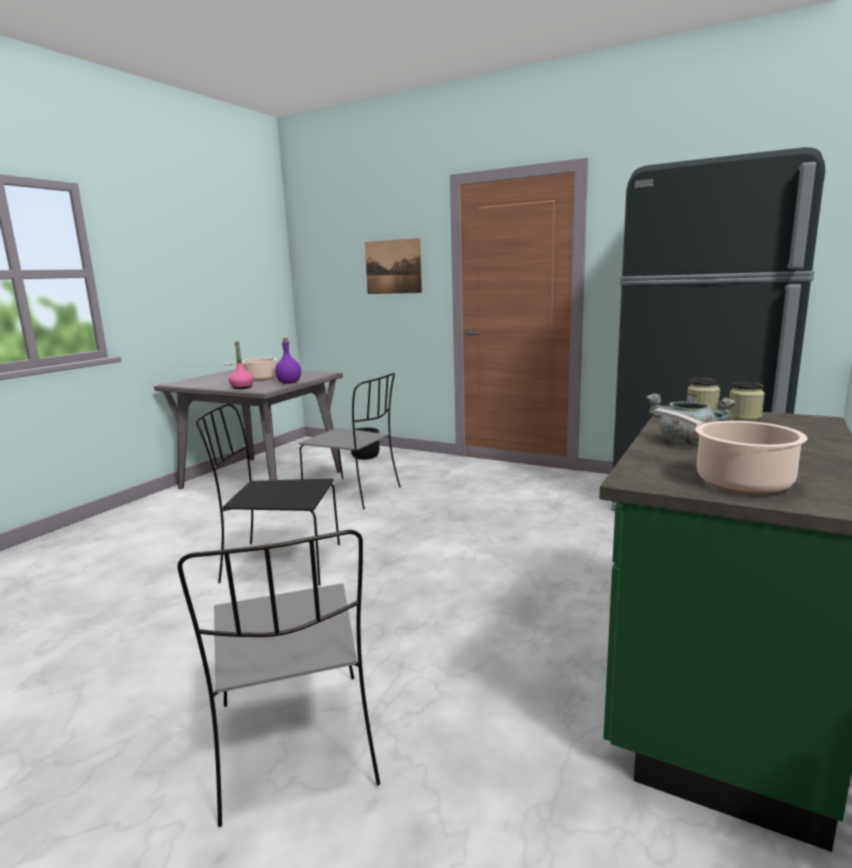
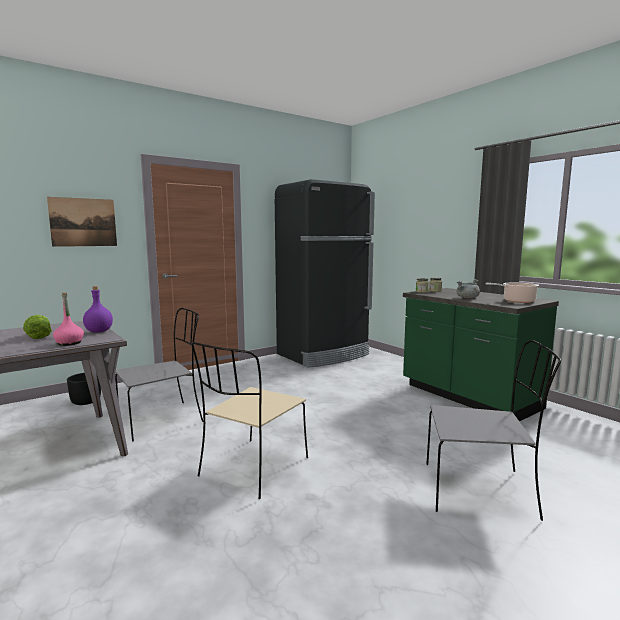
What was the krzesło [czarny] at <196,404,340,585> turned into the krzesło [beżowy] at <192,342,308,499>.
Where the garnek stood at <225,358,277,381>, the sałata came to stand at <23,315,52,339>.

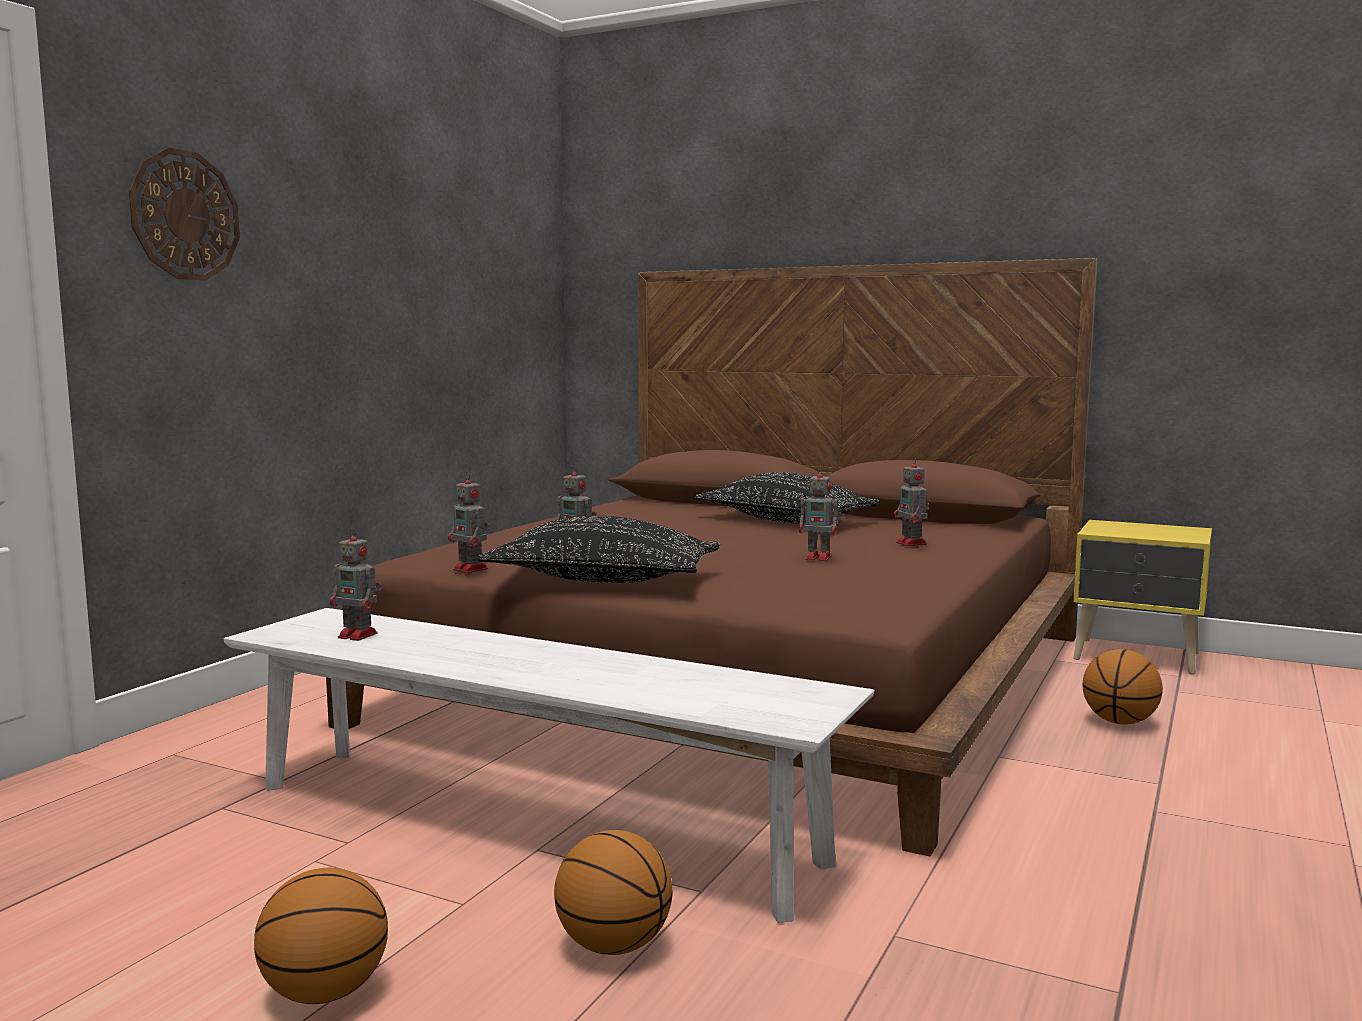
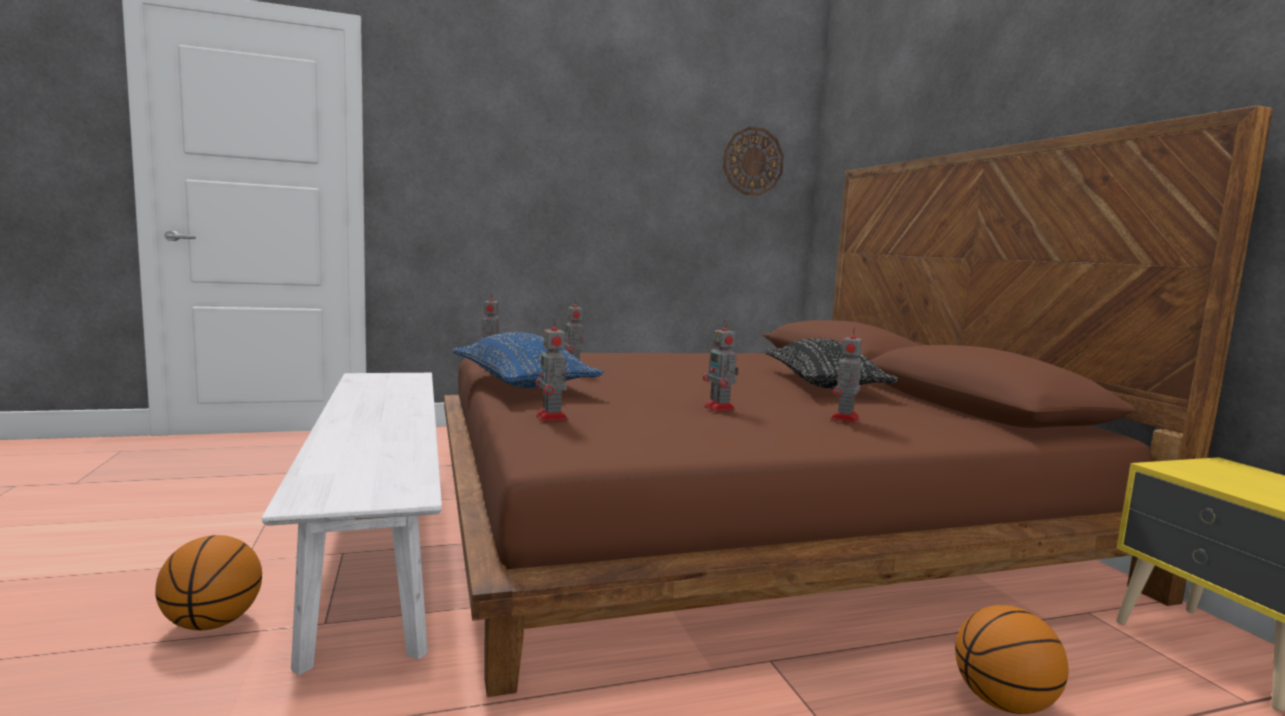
The zegar ścienny ended up elsewhere, having gone from <129,148,240,280> to <723,127,784,196>.
The second view lost the piłka do koszykówki at <254,868,388,1004>.
The robot zabawkowy ended up elsewhere, having gone from <330,527,381,641> to <536,318,568,421>.
What was the poduszka [czarny] at <477,516,720,583> turned into the poduszka [niebieski] at <452,332,603,388>.

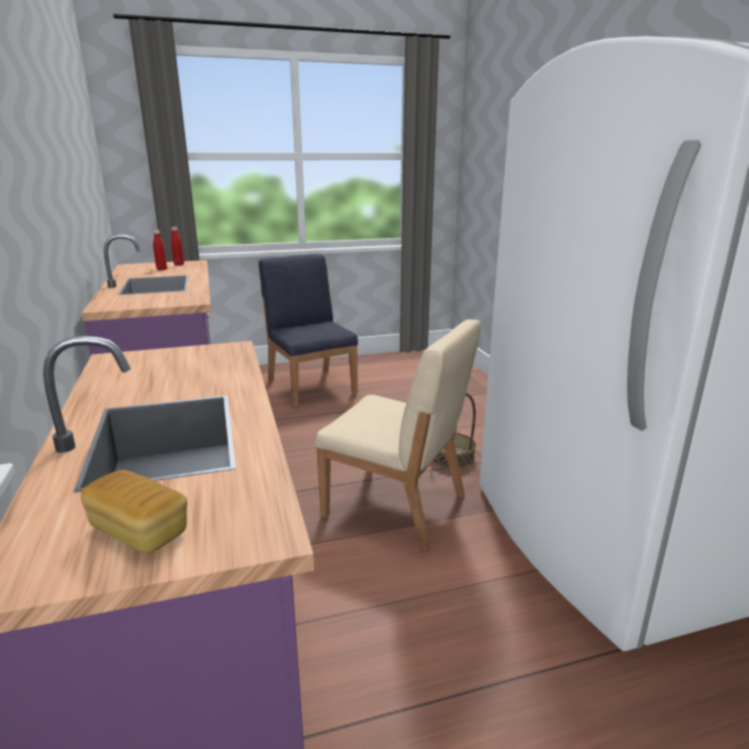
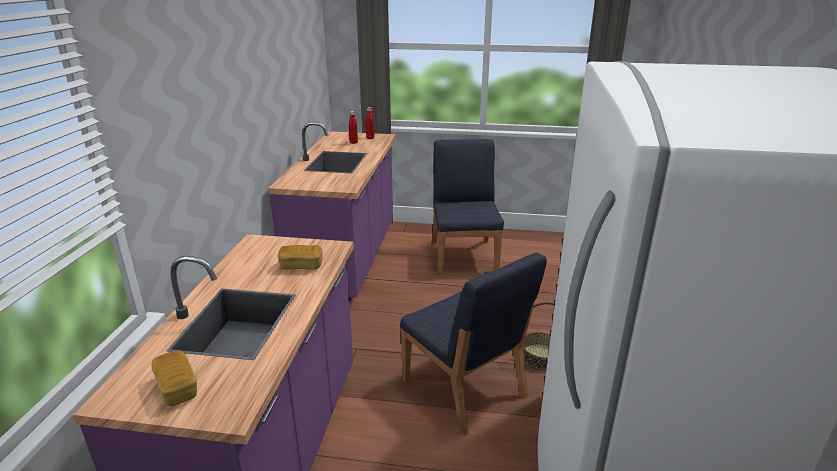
What was the krzesło [beżowy] at <315,319,481,552> turned into the krzesło [niebieski] at <400,253,547,436>.
The second view gained the chleb at <278,245,322,269>.

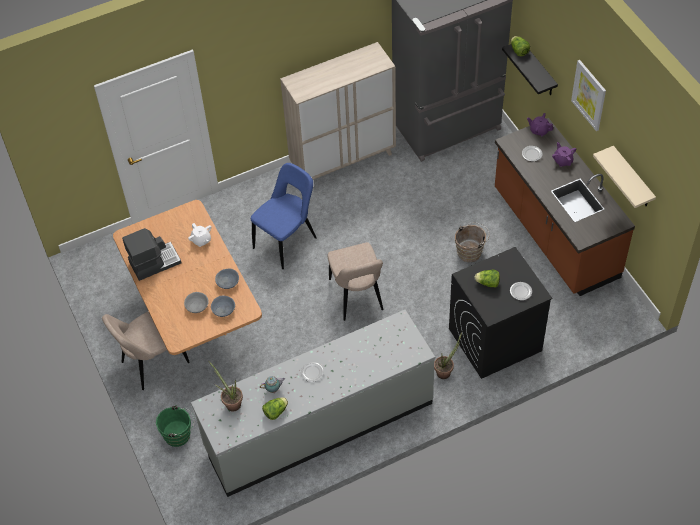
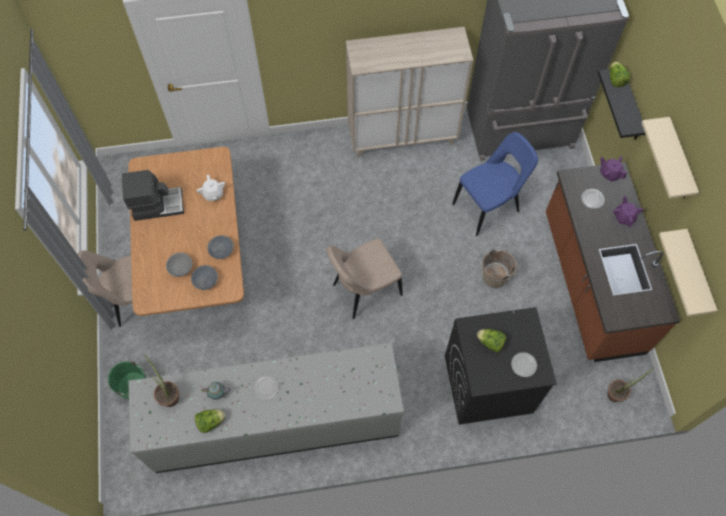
The krzesło [niebieski] ended up elsewhere, having gone from <251,163,317,269> to <452,132,538,236>.
The krzesło [beżowy] at <328,242,384,321> ended up facing another way, 60 degrees clockwise from before.
The roślina doniczkowa ended up elsewhere, having gone from <434,332,462,379> to <607,367,654,402>.
Where the obraz hung at <571,60,606,131>, the półka [beżowy] came to hang at <642,117,699,198>.

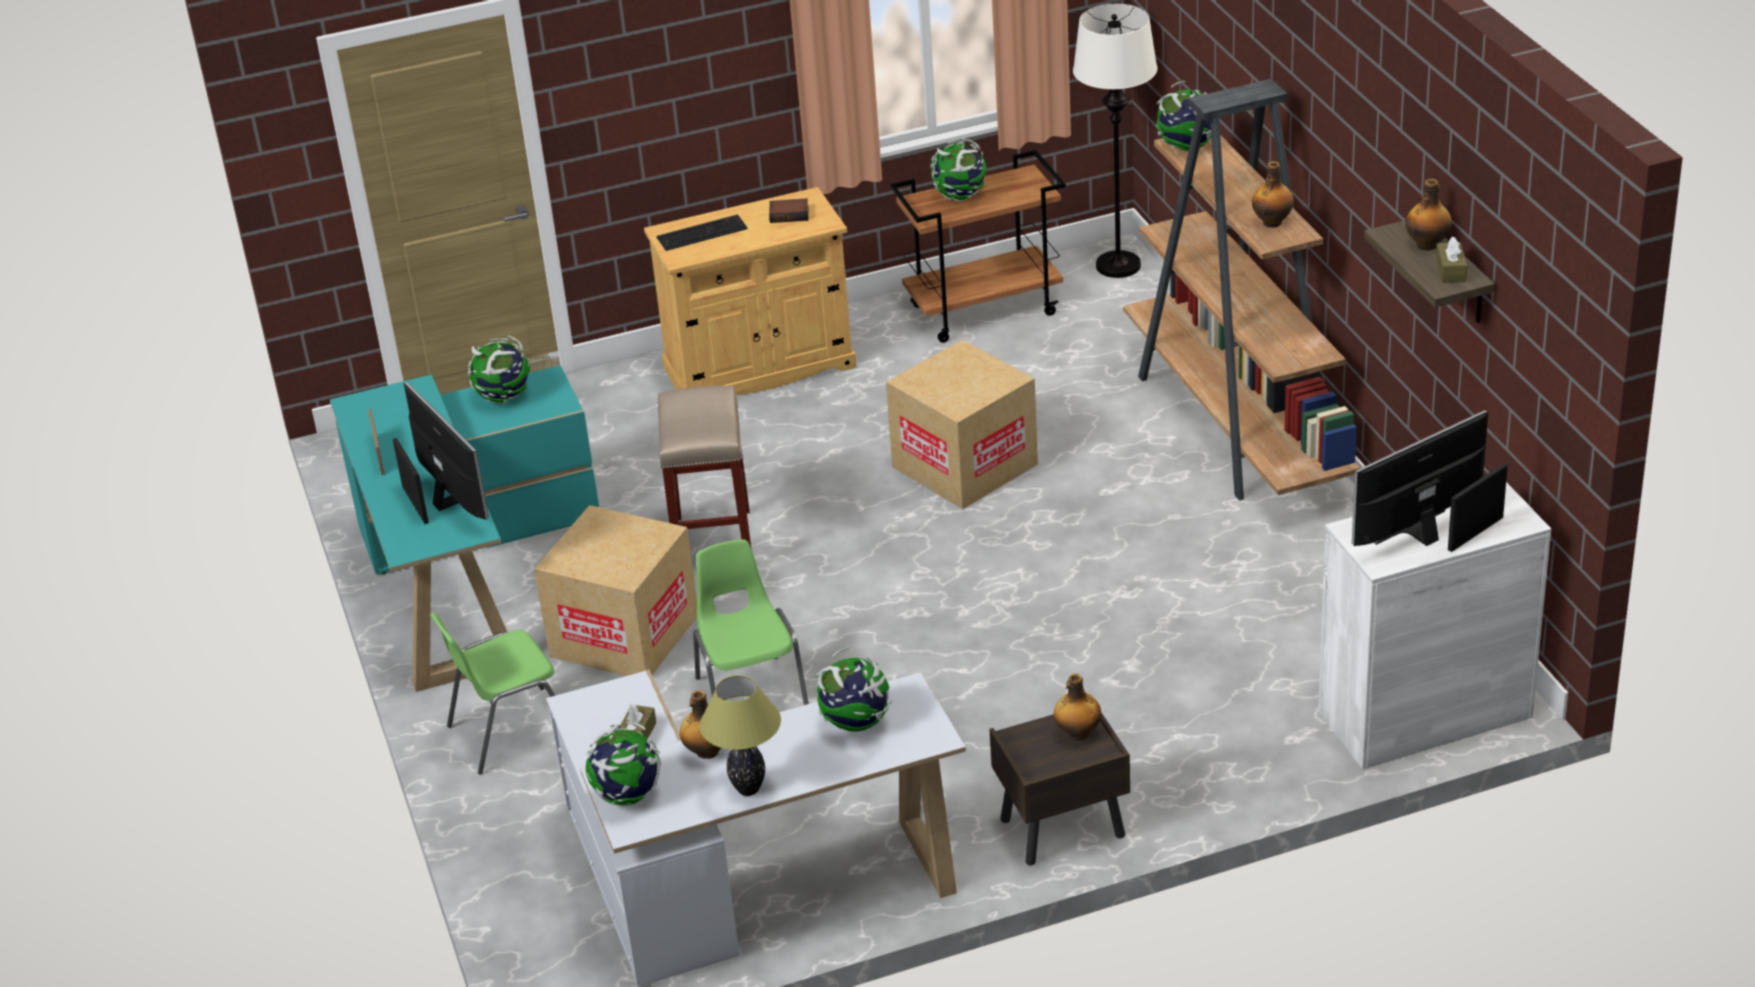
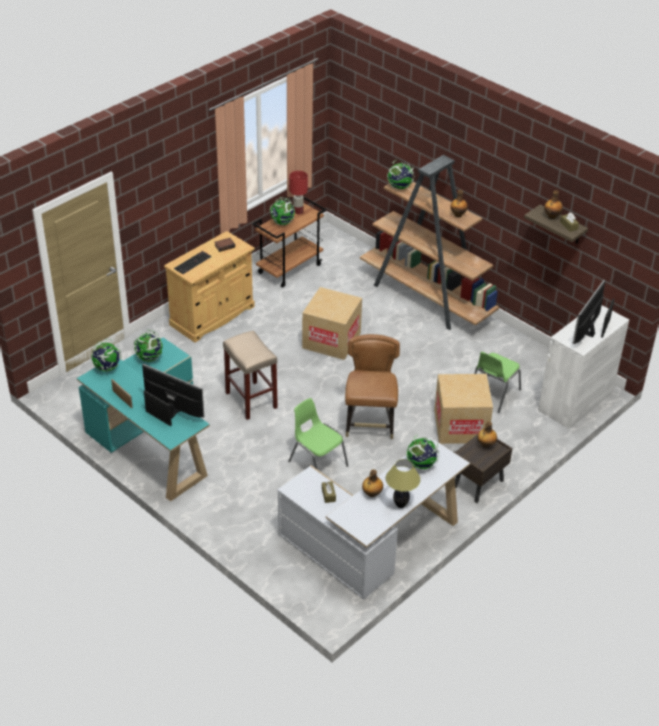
The krzesło [zielony] ended up elsewhere, having gone from <430,612,555,775> to <474,352,521,413>.
The karton ended up elsewhere, having gone from <534,505,697,676> to <434,374,493,444>.
The globus ended up elsewhere, having gone from <586,722,661,806> to <91,339,121,372>.
The second view lost the lampa stojąca [biały] at <1073,4,1158,278>.
The second view gained the lampa stołowa [czerwony] at <289,171,308,214>.
The second view gained the krzesło [brązowy] at <345,334,400,439>.

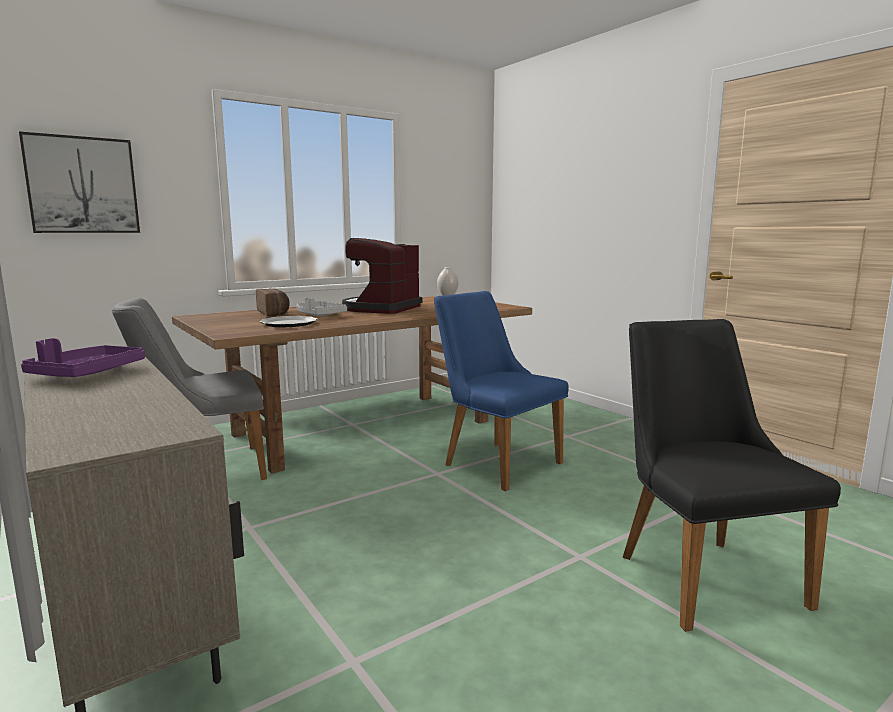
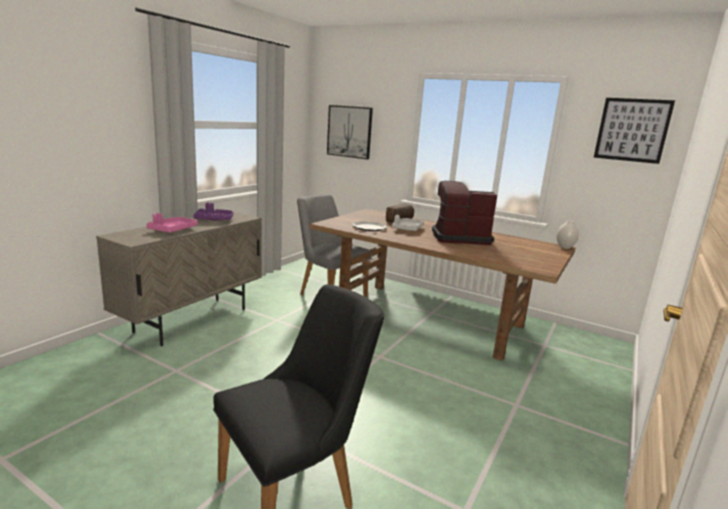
The second view lost the krzesło [niebieski] at <434,291,569,491>.
The second view gained the taca [różowy] at <146,213,198,233>.
The second view gained the obraz at <594,98,675,164>.

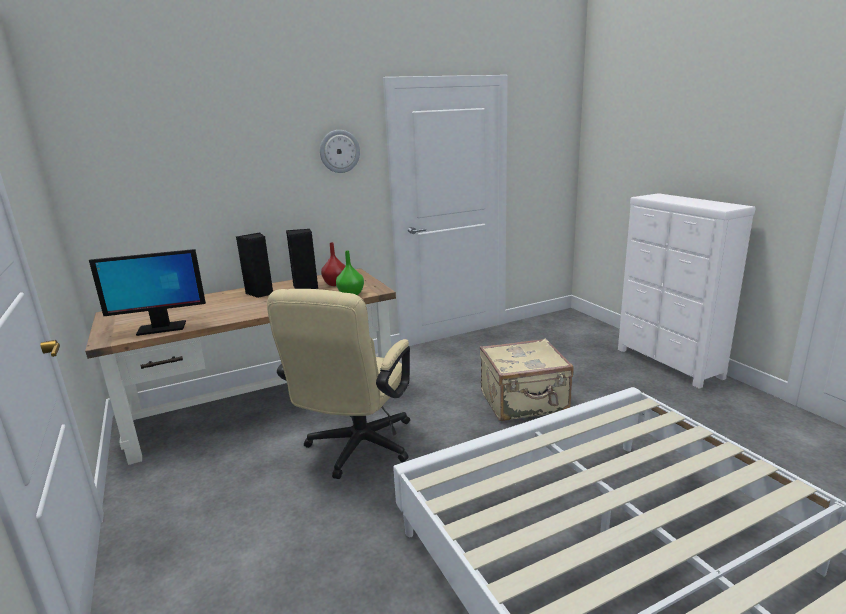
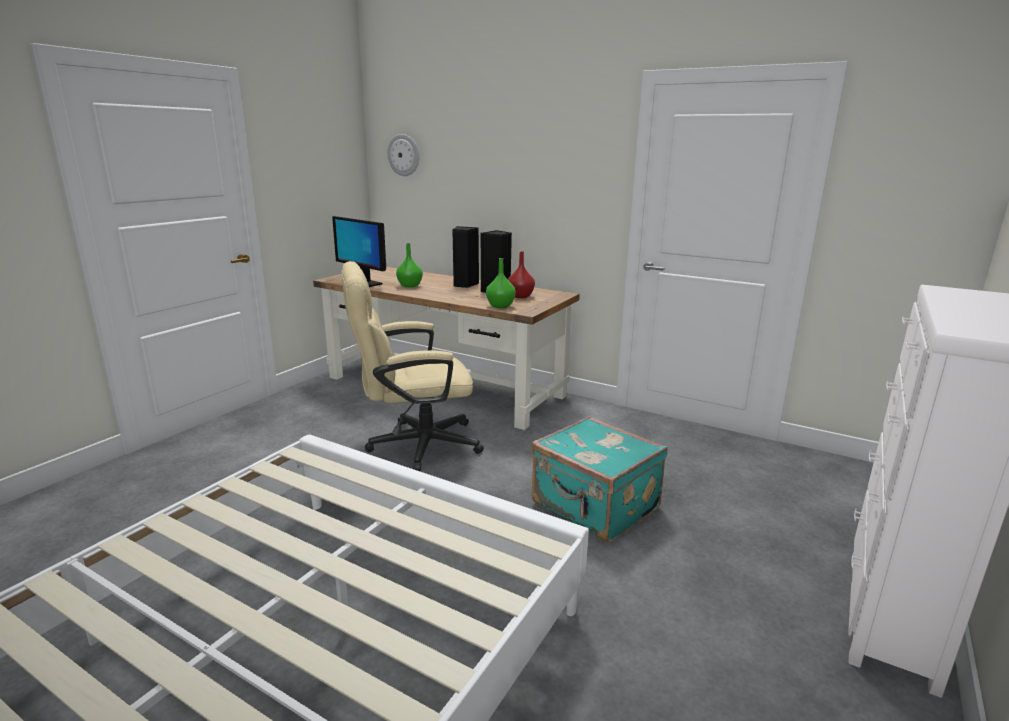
The zegar ścienny ended up elsewhere, having gone from <320,130,360,173> to <388,134,419,176>.
What was the walizka [beżowy] at <480,338,574,421> turned into the walizka [turkusowy] at <531,416,667,543>.
The second view gained the wazon [zielony] at <396,243,423,288>.

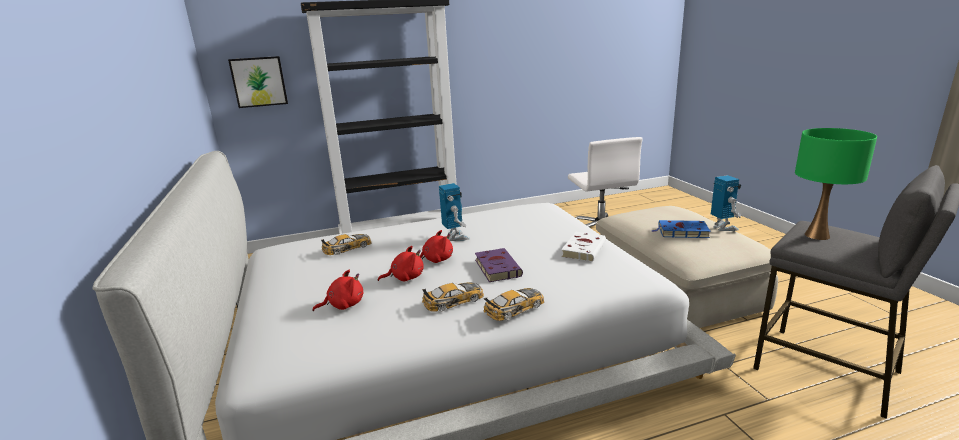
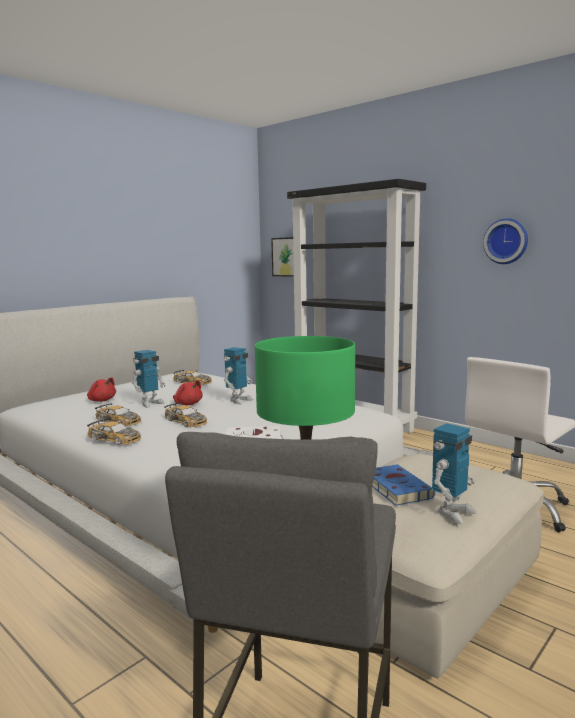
Where the pluszak [czerwony] stood at <378,246,424,282>, the robot zabawkowy came to stand at <132,350,166,408>.
Where the książka [fioletowy] stood at <475,248,523,282>, the samochodzik came to stand at <164,403,207,427>.
The second view gained the zegar ścienny at <483,218,528,264>.

